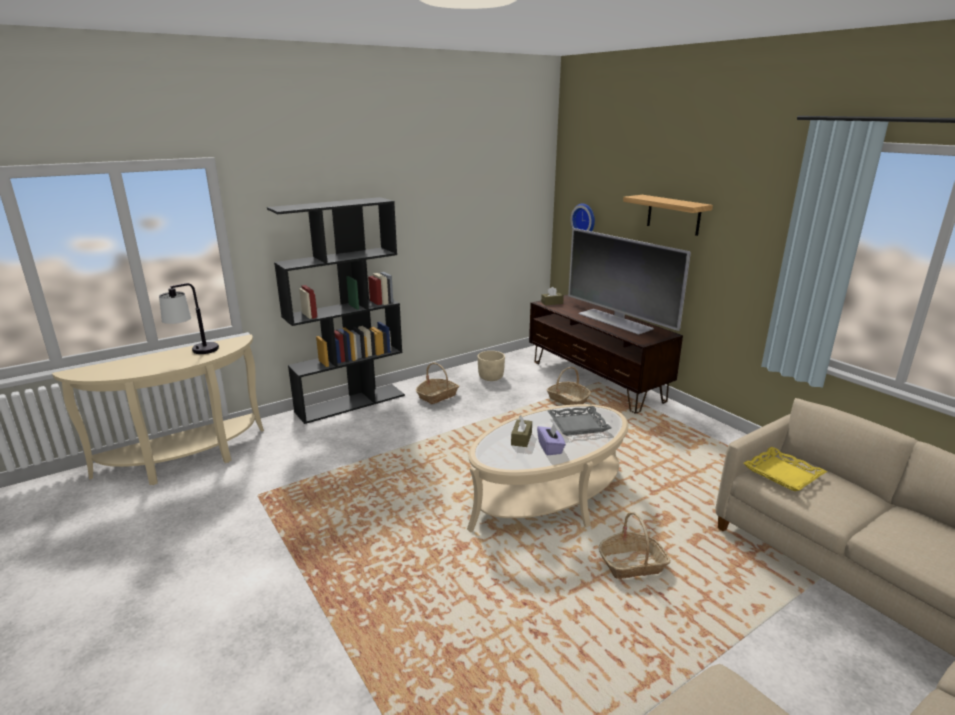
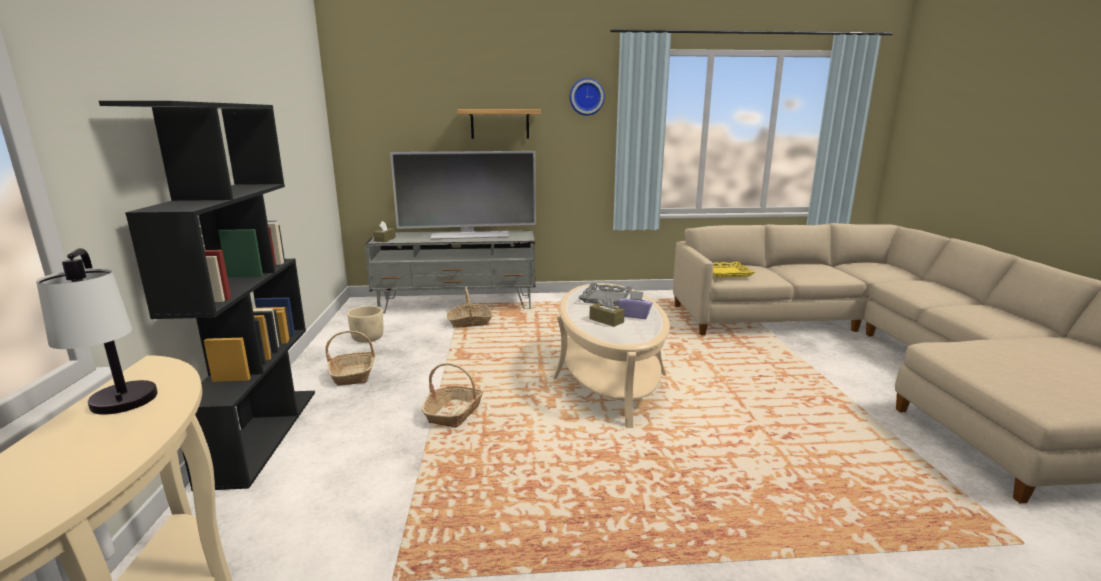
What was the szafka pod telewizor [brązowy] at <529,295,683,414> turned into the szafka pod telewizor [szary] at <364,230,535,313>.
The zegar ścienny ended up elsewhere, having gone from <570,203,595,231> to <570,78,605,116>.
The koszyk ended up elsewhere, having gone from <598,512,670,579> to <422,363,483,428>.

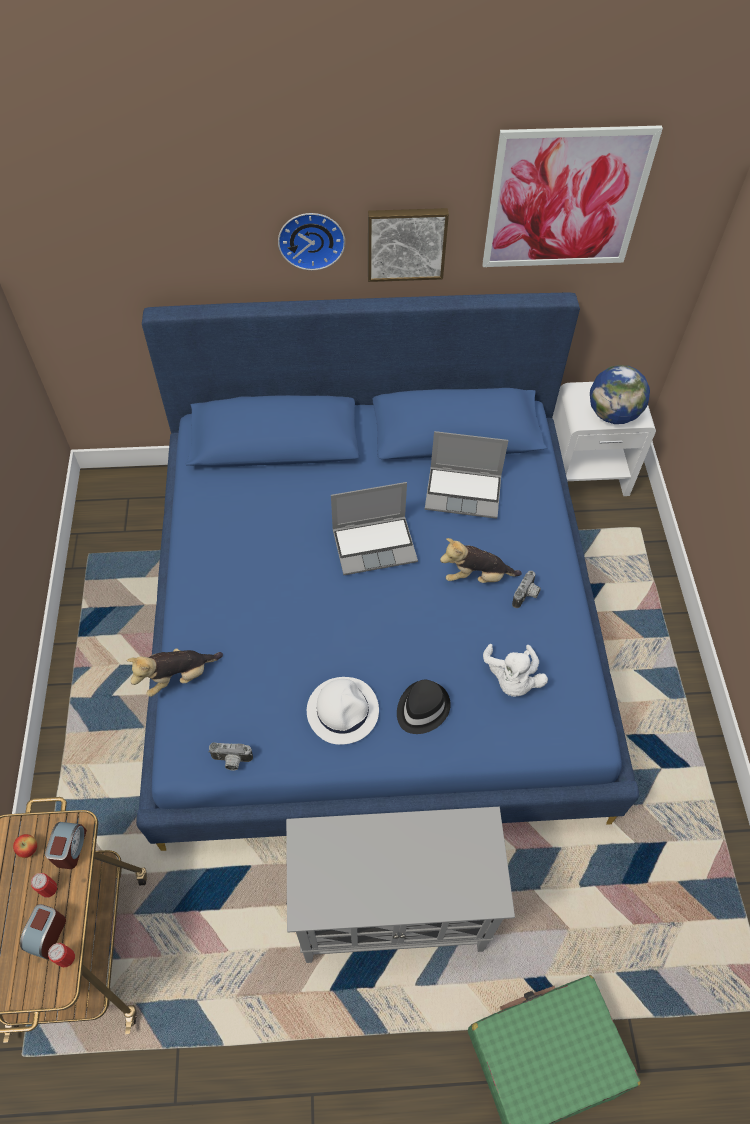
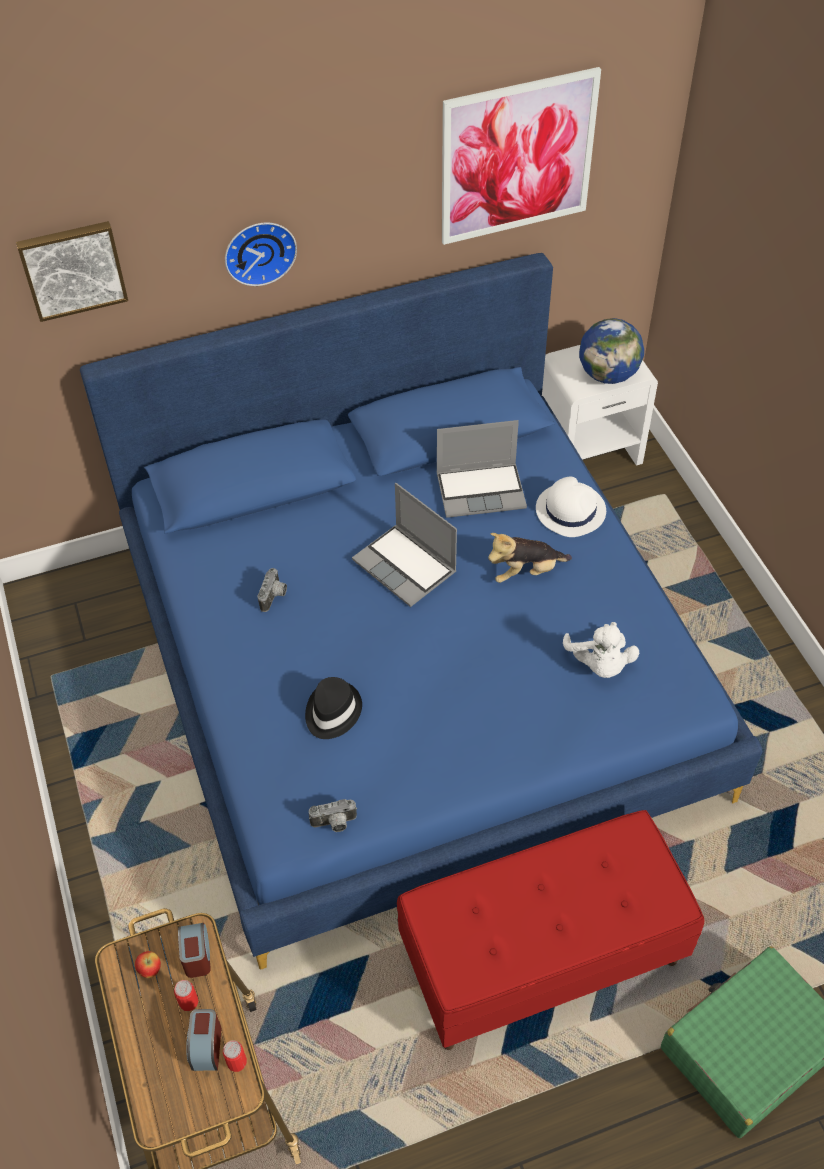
The second view lost the pluszak at <127,648,223,697>.
Where the szafka [szary] stood at <286,807,515,963>, the ławka [czerwony] came to stand at <397,810,704,1050>.
The kapelusz [biały] ended up elsewhere, having gone from <307,677,379,745> to <536,477,606,537>.
The laptop at <331,482,418,575> ended up facing another way, 75 degrees clockwise from before.
The obraz ended up elsewhere, having gone from <368,208,449,282> to <16,221,128,322>.
The kapelusz [czarny] ended up elsewhere, having gone from <397,680,451,734> to <305,677,362,739>.
The aparat fotograficzny ended up elsewhere, having gone from <512,571,541,608> to <257,568,287,612>.

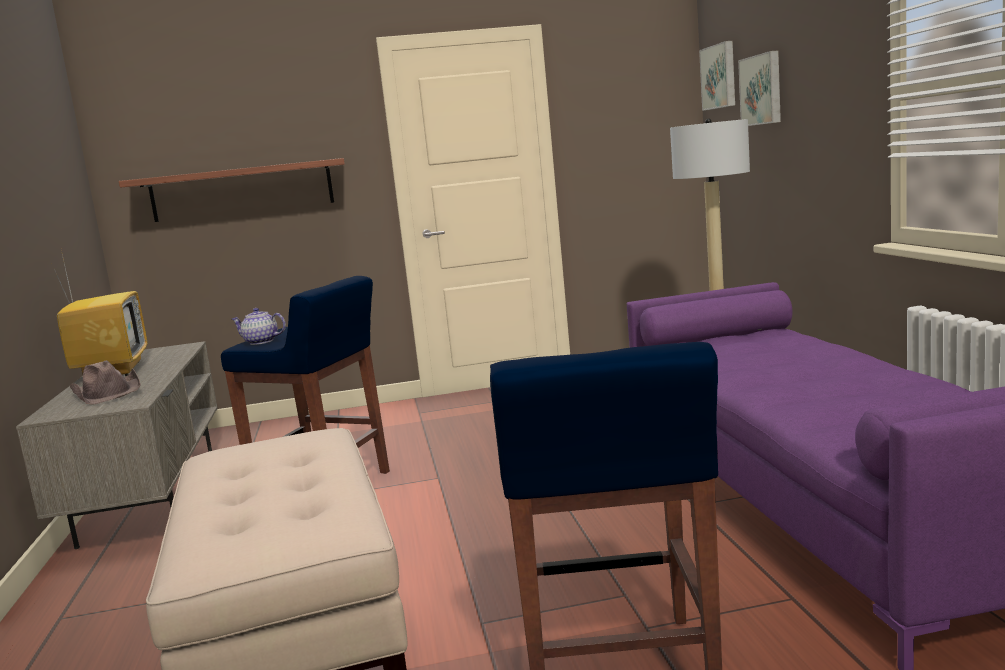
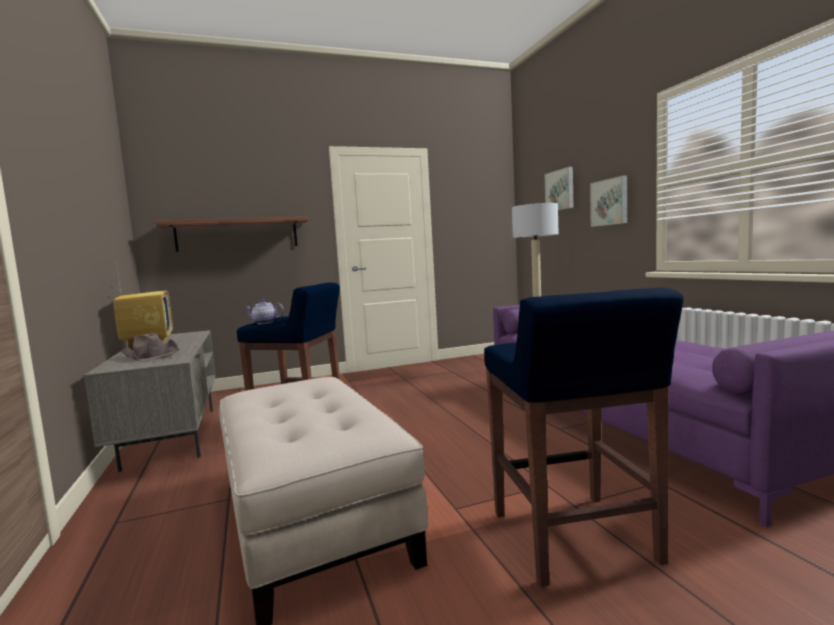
The obraz ended up elsewhere, having gone from <699,41,735,111> to <590,176,627,227>.

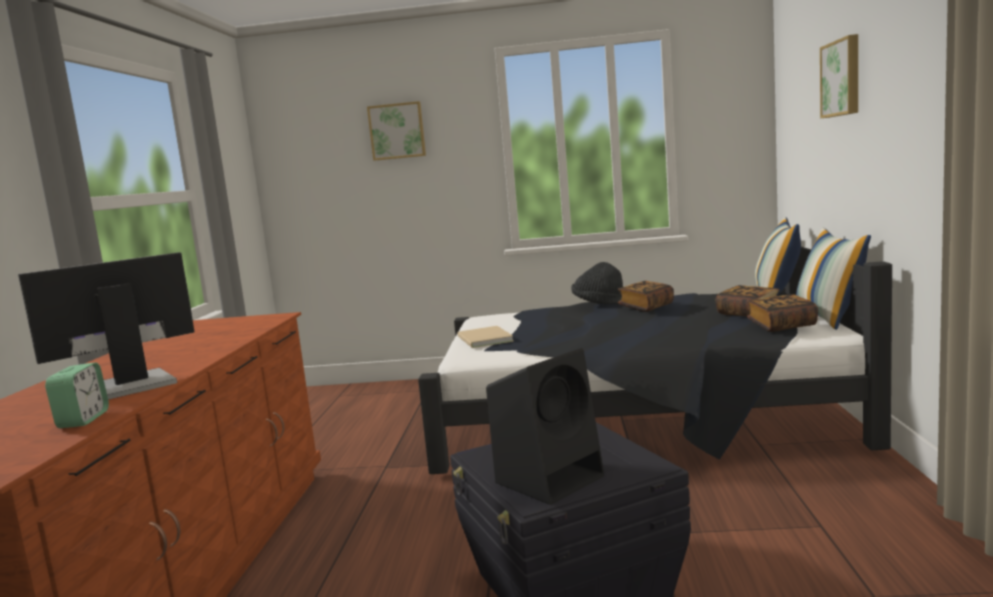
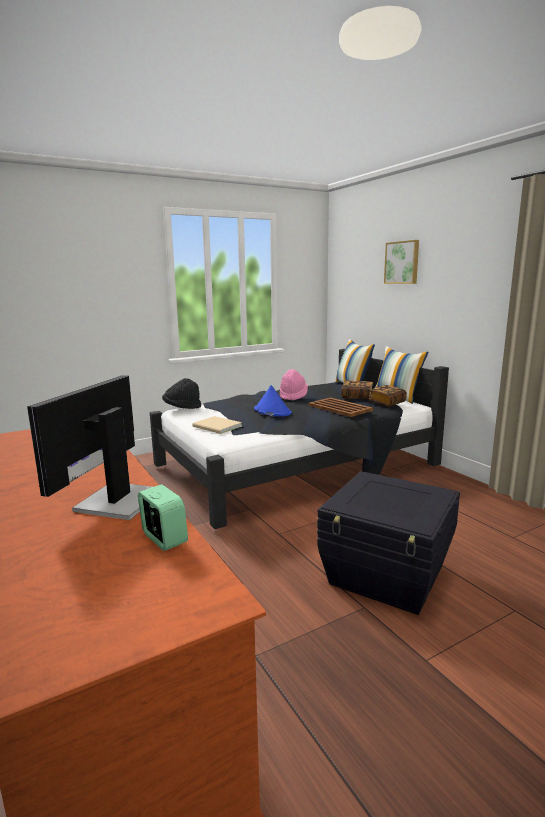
The second view lost the obraz at <367,101,426,161>.
The second view lost the głośnik [czarny] at <486,348,604,505>.
The kapelusz [czarny] ended up elsewhere, having gone from <571,262,623,305> to <162,378,201,409>.
Where the książka stood at <618,281,674,312>, the kapelusz [różowy] came to stand at <280,369,308,401>.
The second view gained the kapelusz [niebieski] at <254,385,292,416>.
The second view gained the taca [brązowy] at <308,398,373,417>.

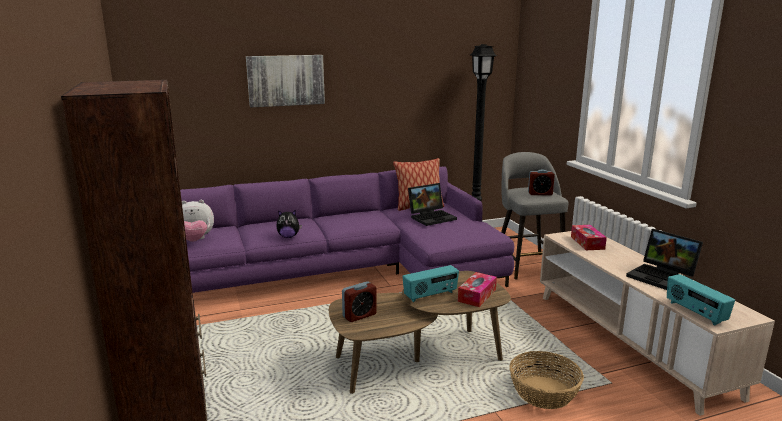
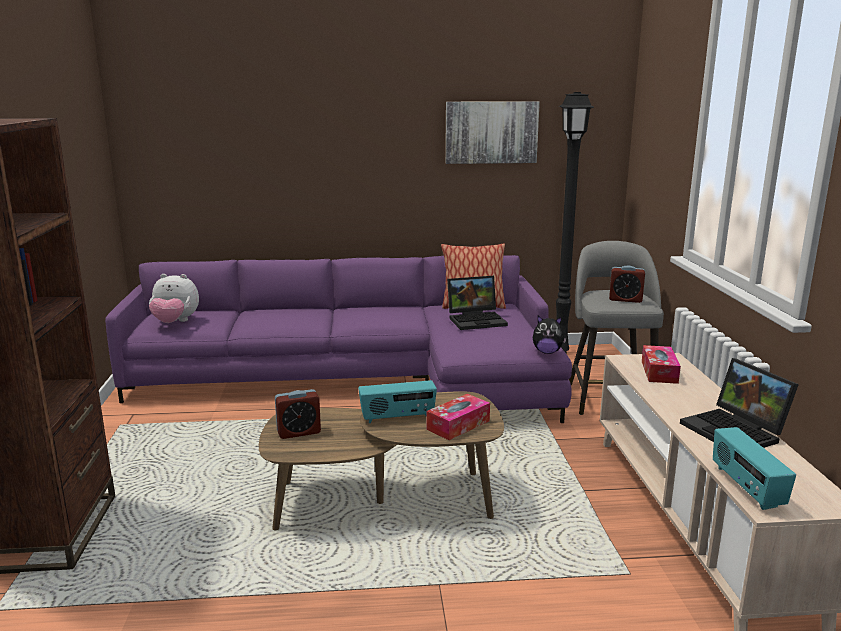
The obraz ended up elsewhere, having gone from <246,55,325,108> to <445,101,540,164>.
The pluszak ended up elsewhere, having gone from <276,210,302,238> to <533,316,567,354>.
The second view lost the koszyk at <509,351,584,409>.

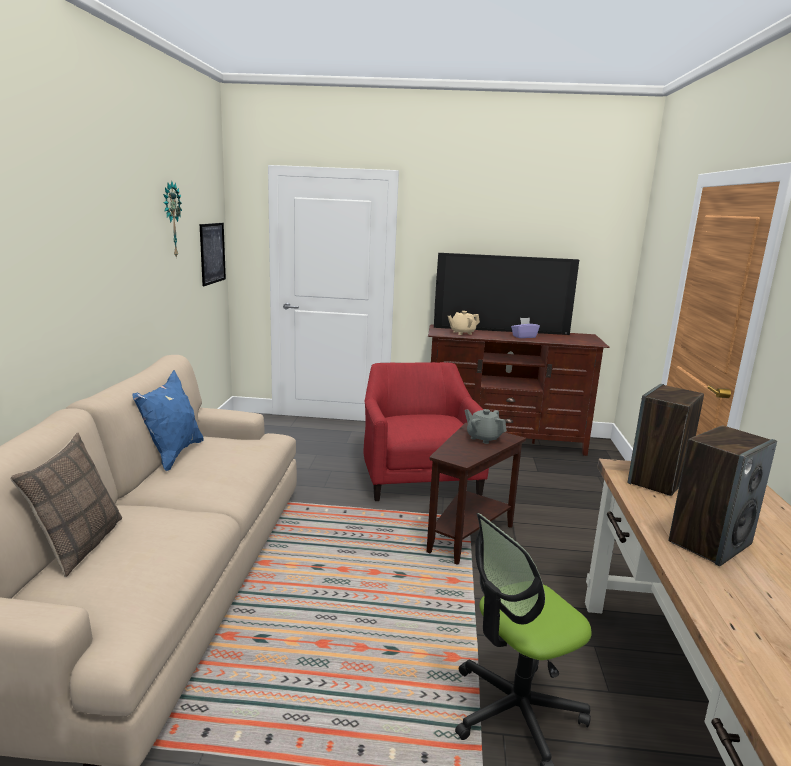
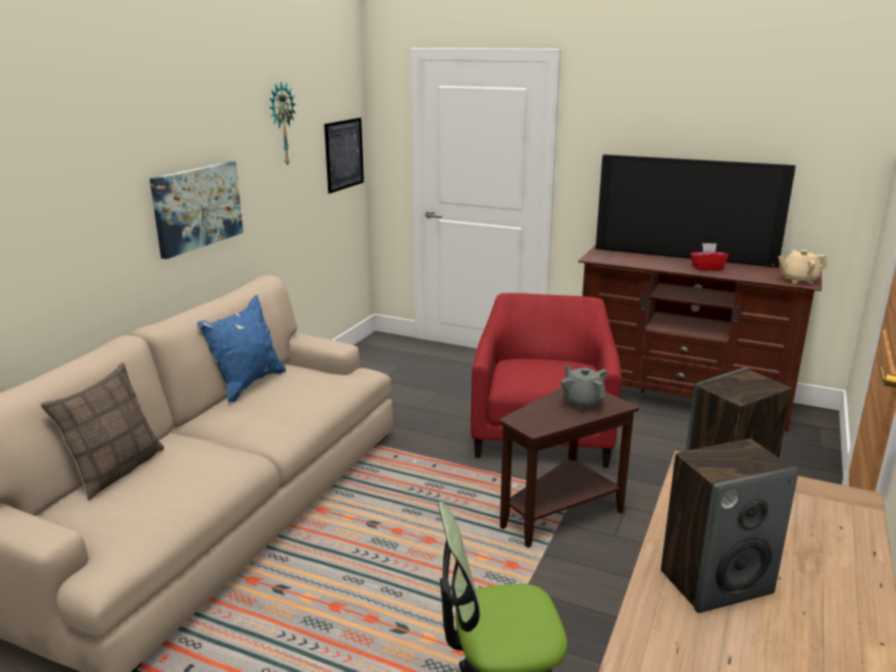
The imbryk [beżowy] ended up elsewhere, having gone from <448,311,480,335> to <778,250,827,284>.
What was the pudełko chusteczek [fioletowy] at <511,318,540,338> turned into the pudełko chusteczek [czerwony] at <690,243,728,270>.
The second view gained the obraz at <150,161,243,259>.

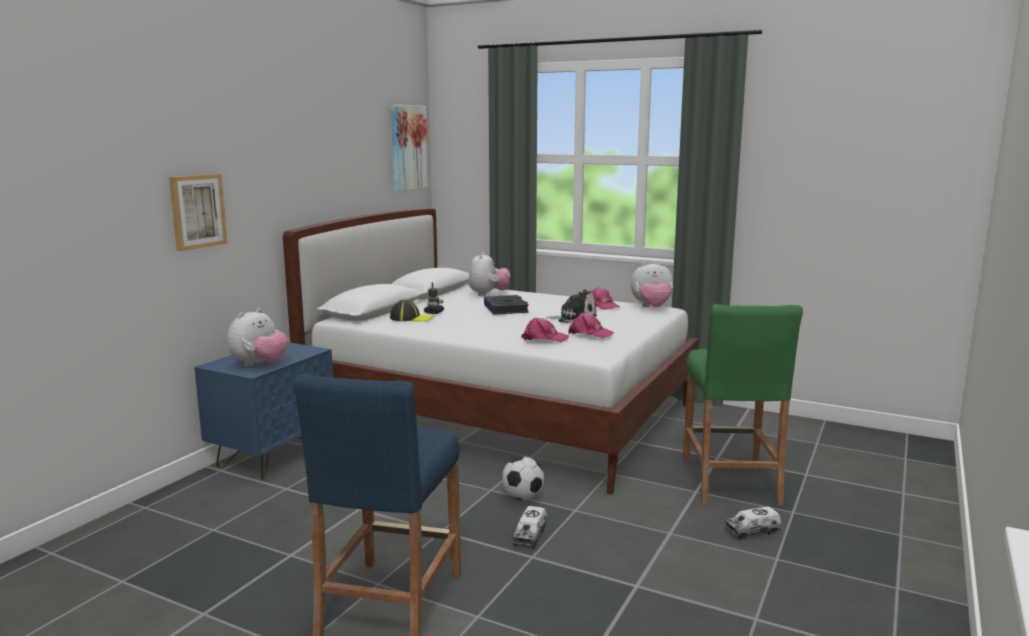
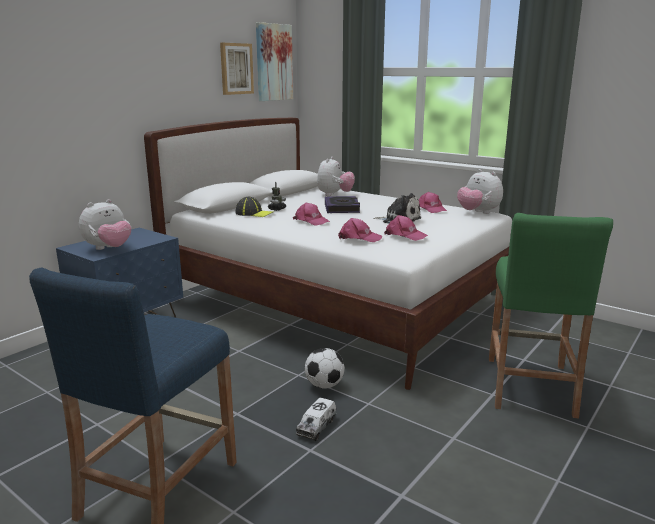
The obraz ended up elsewhere, having gone from <169,174,227,251> to <220,43,254,95>.
The pluszak at <631,262,674,307> ended up facing another way, 45 degrees clockwise from before.
The second view lost the ciężarówka zabawkowa at <725,506,781,540>.
The second view gained the czapka z daszkiem [różowy] at <293,203,330,226>.

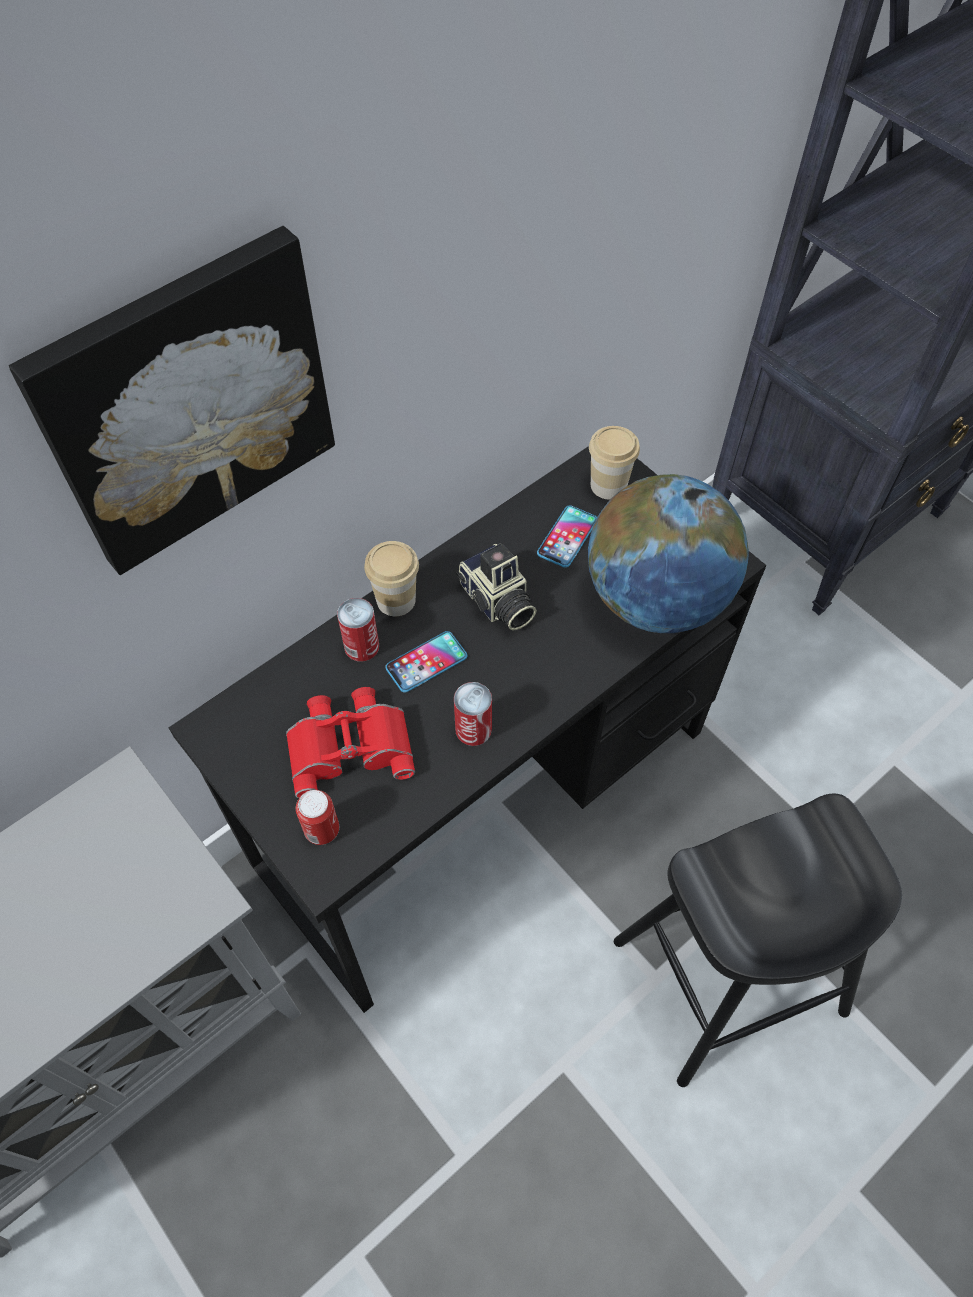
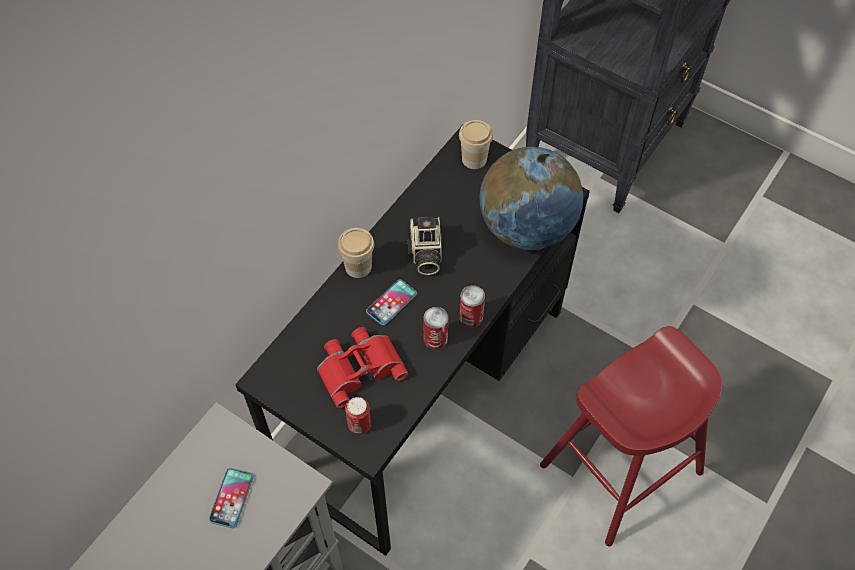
The second view lost the obraz at <9,226,335,575>.
The puszka ended up elsewhere, having gone from <337,598,379,662> to <459,285,485,328>.
The aparat fotograficzny at <456,543,537,631> ended up facing another way, 45 degrees clockwise from before.
The telefon ended up elsewhere, having gone from <537,505,597,568> to <209,468,254,528>.
What was the stołek [czarny] at <614,794,902,1087> turned into the stołek [czerwony] at <540,326,722,547>.

